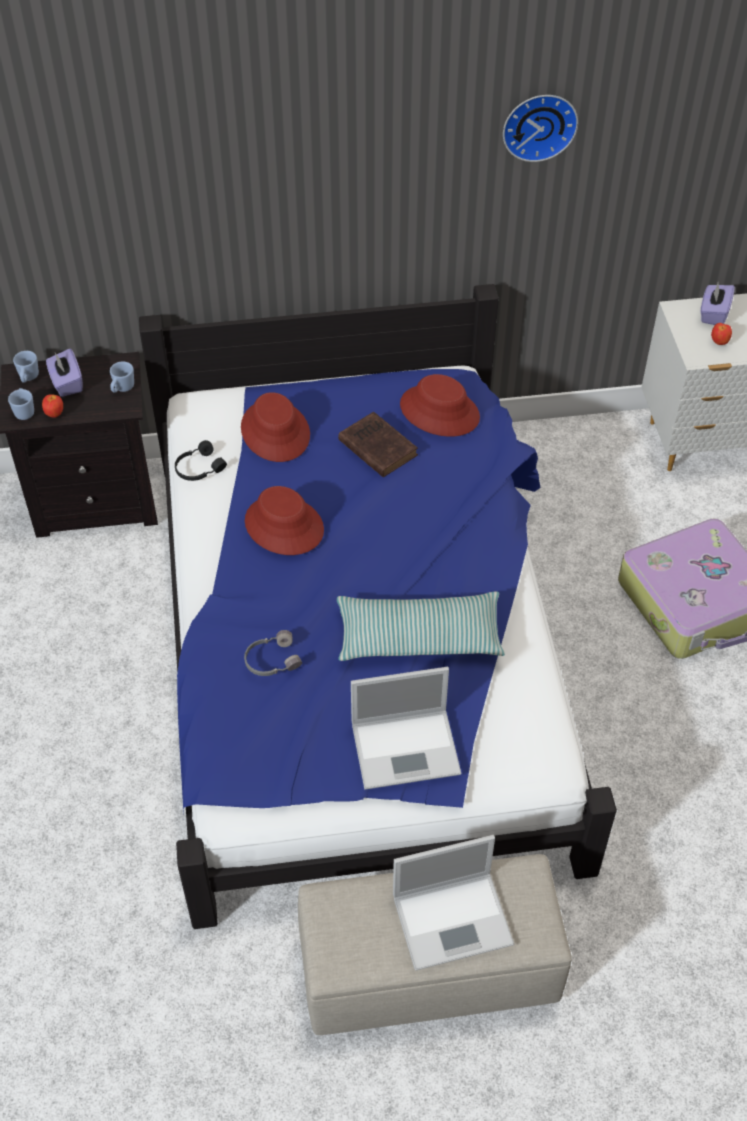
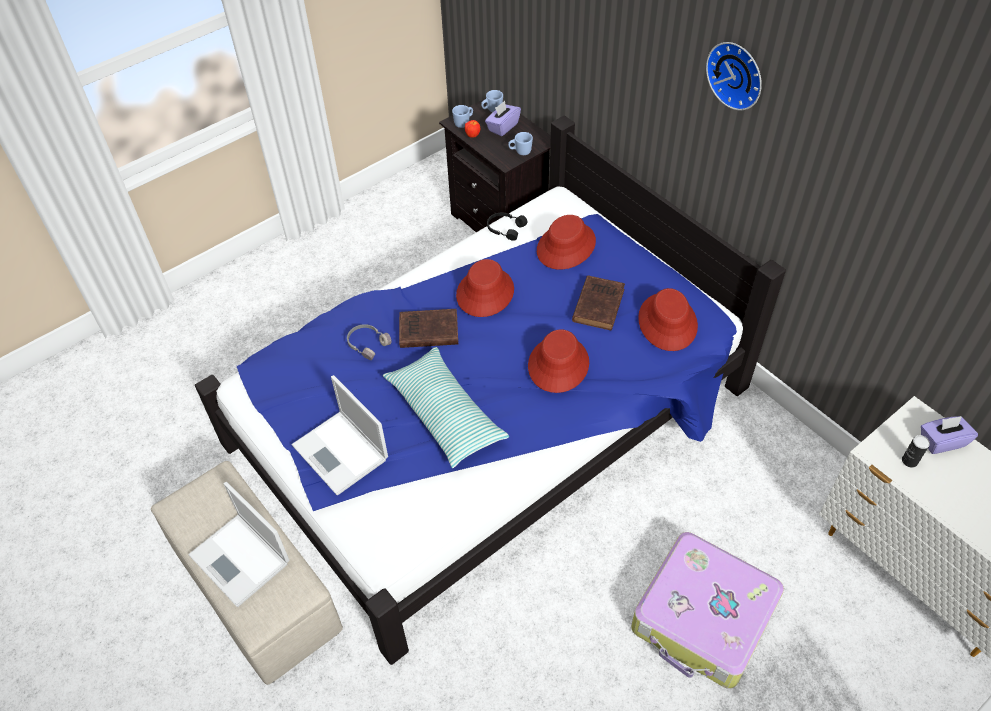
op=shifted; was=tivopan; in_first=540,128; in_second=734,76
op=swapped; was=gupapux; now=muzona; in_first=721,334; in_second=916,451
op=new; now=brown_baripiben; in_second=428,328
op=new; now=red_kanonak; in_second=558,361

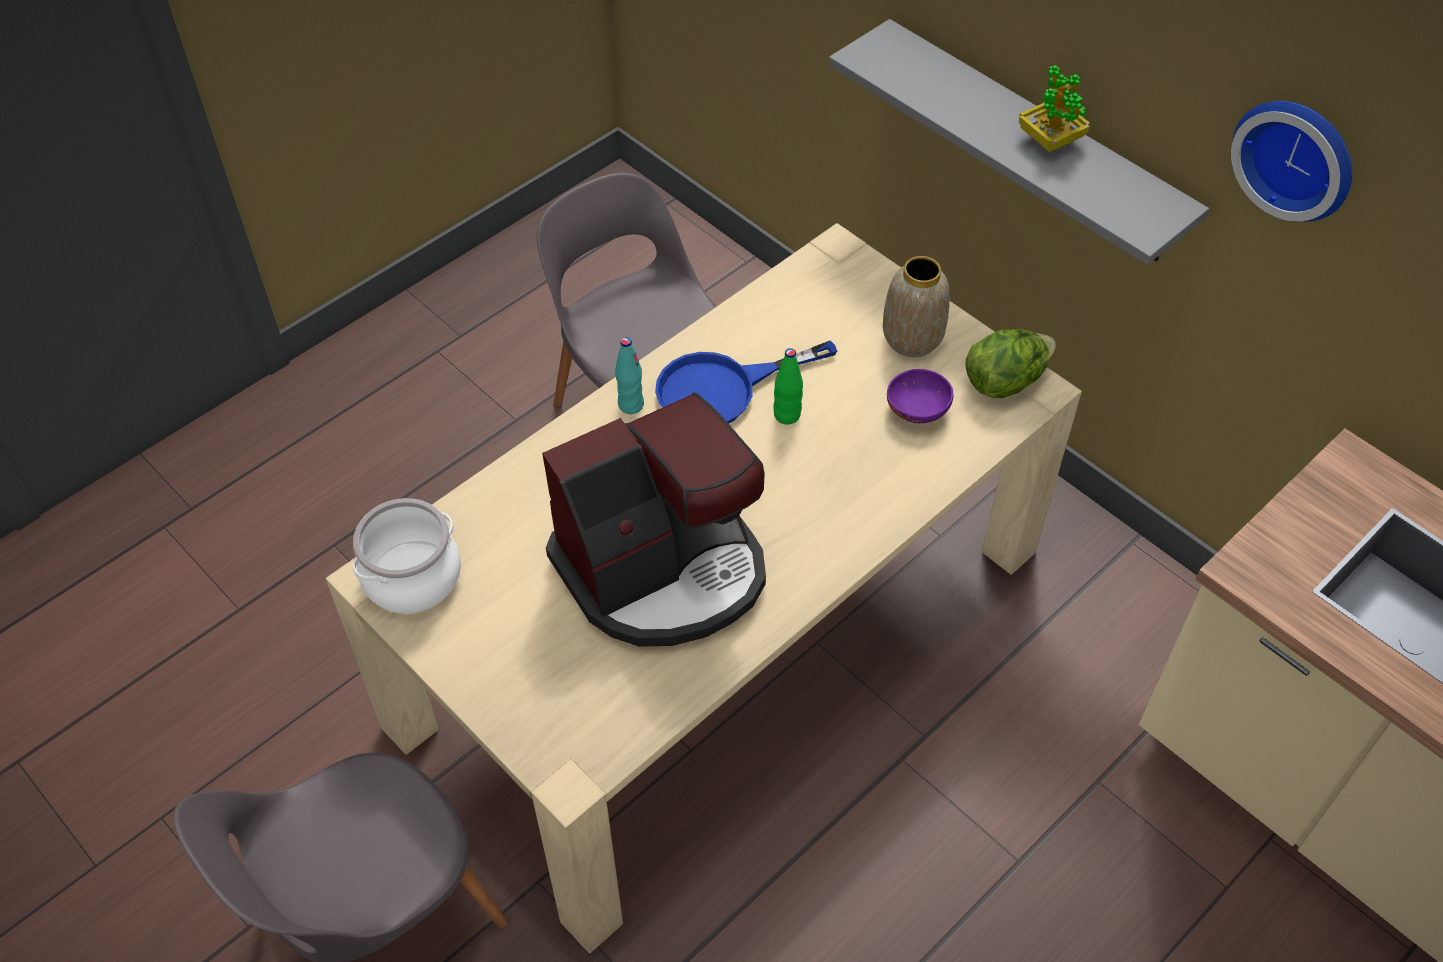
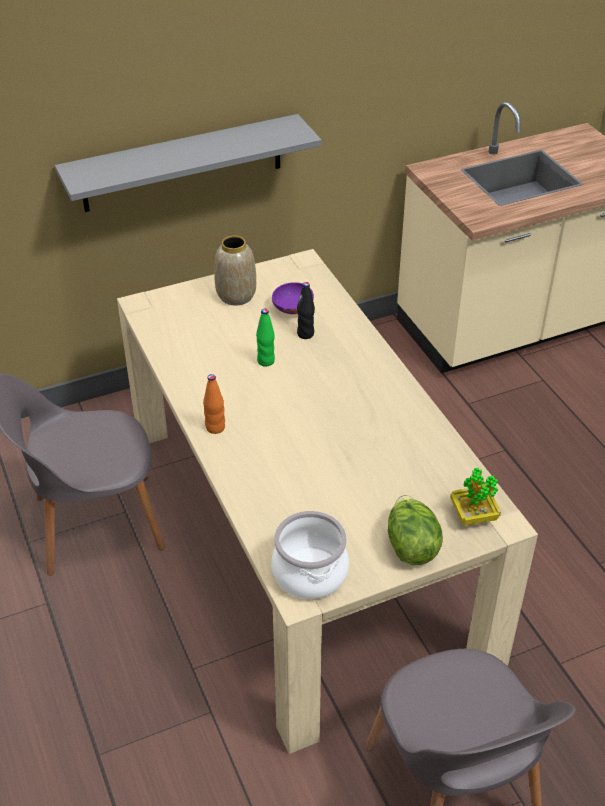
op=shifted; was=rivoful; in_first=1054,108; in_second=475,497
op=gone; was=tivopan; in_first=1291,161
op=shifted; was=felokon; in_first=1011,363; in_second=415,530
op=repainted; was=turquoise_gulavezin; now=orange_gulavezin; in_first=629,375; in_second=214,404
op=gone; was=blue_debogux; in_first=746,382
op=gone; was=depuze; in_first=654,519
op=new; now=black_gulavezin; in_second=306,310

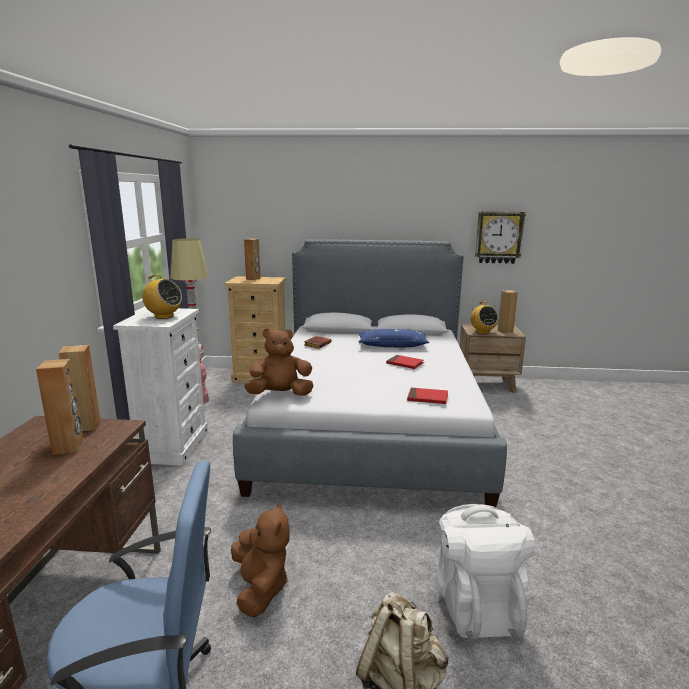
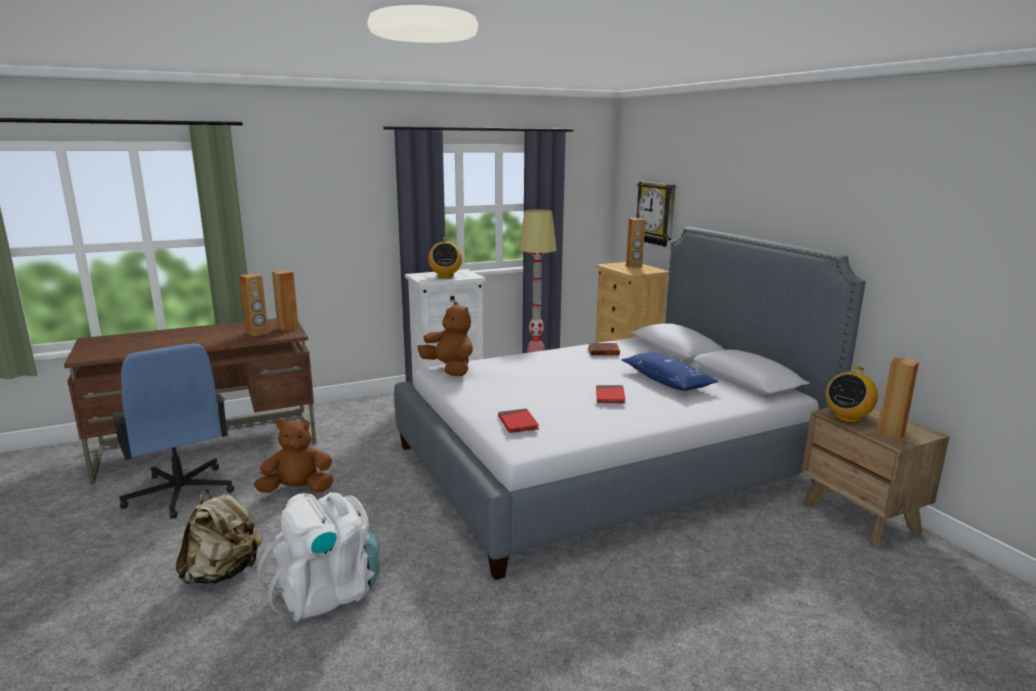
op=shifted; was=tivopan; in_first=500,237; in_second=656,214
op=rotated; was=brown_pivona; in_first=260,560; in_second=294,456; clockwise=-150

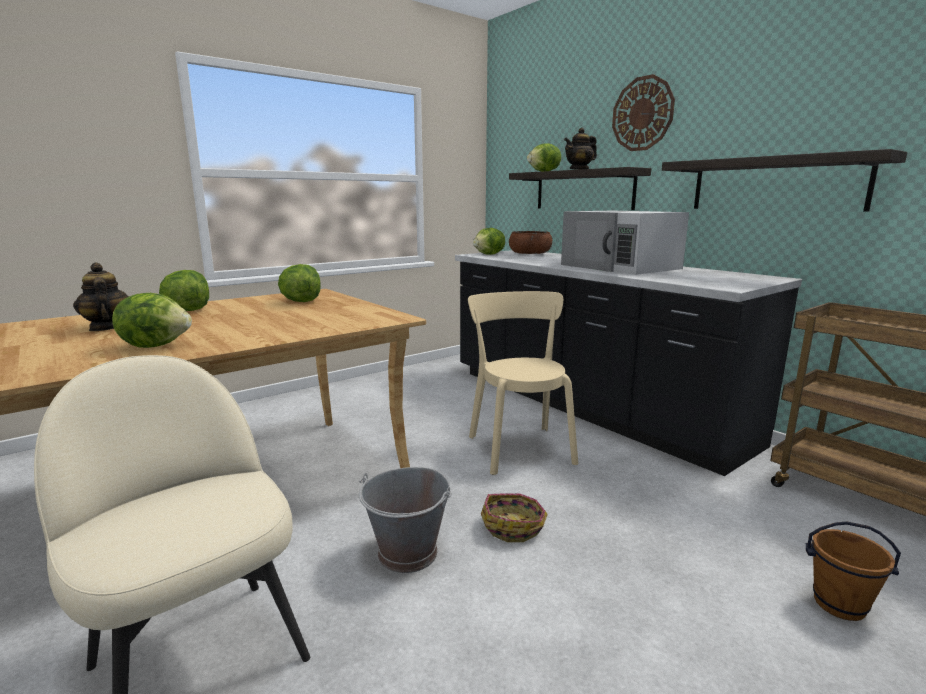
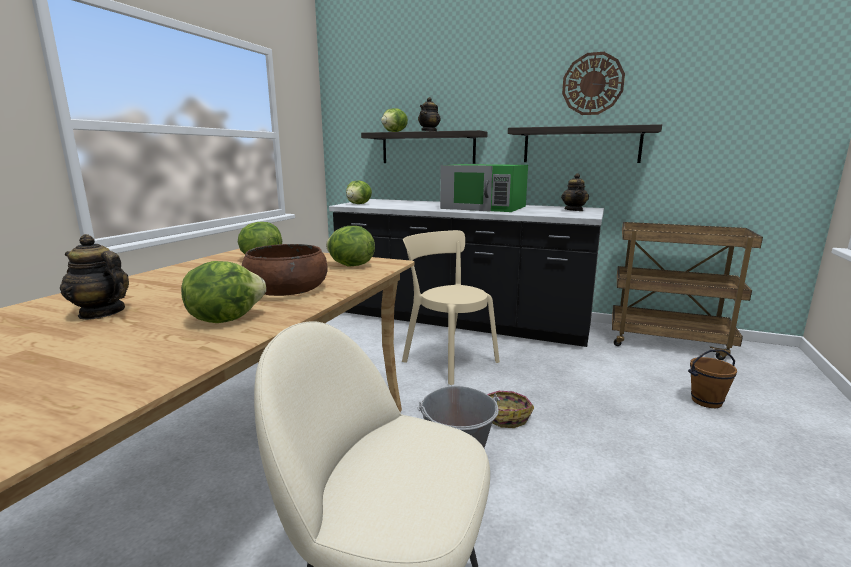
op=shifted; was=tivopan; in_first=643,112; in_second=593,83
op=repainted; was=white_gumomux; now=green_gumomux; in_first=625,243; in_second=484,188
op=shifted; was=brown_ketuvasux; in_first=530,242; in_second=285,270
op=shifted; was=felokon; in_first=184,290; in_second=350,246
op=new; now=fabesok; in_second=575,192

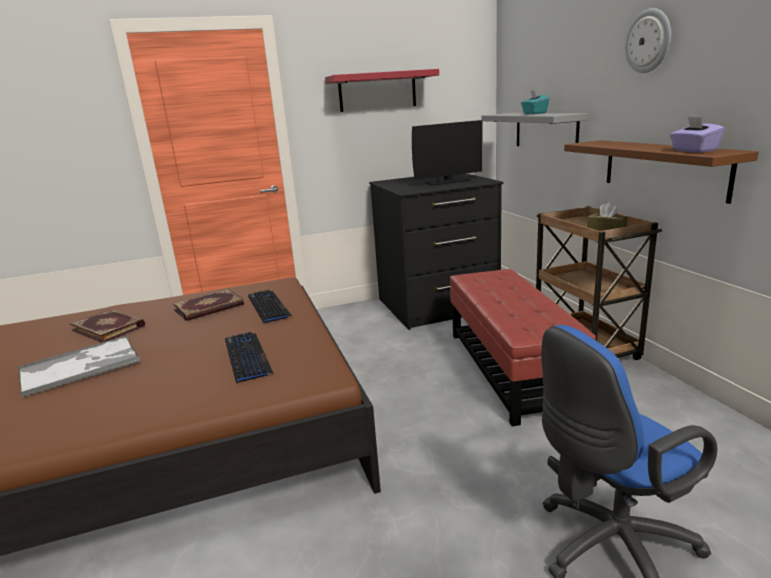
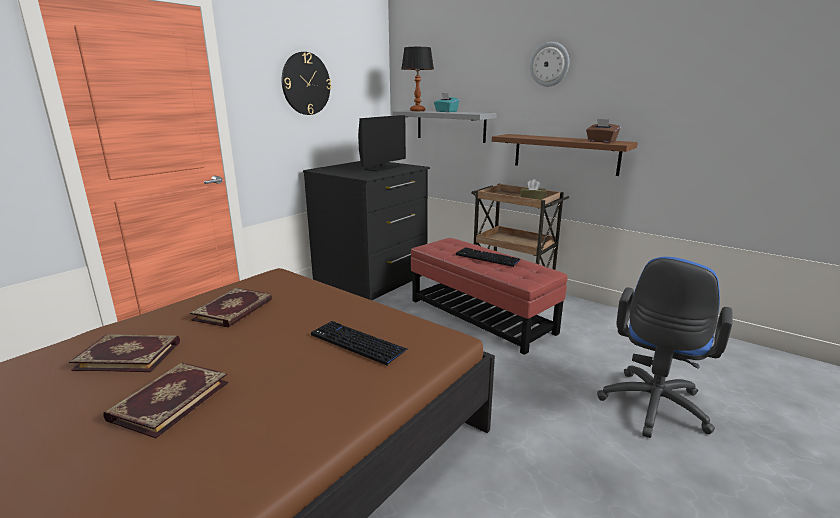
op=swapped; was=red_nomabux; now=tivopan; in_first=382,90; in_second=306,83
op=repainted; was=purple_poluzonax; now=brown_poluzonax; in_first=697,135; in_second=603,131
op=shifted; was=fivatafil; in_first=270,306; in_second=488,257
op=swapped; was=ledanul; now=baripiben; in_first=78,366; in_second=166,400
op=new; now=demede; in_second=418,79

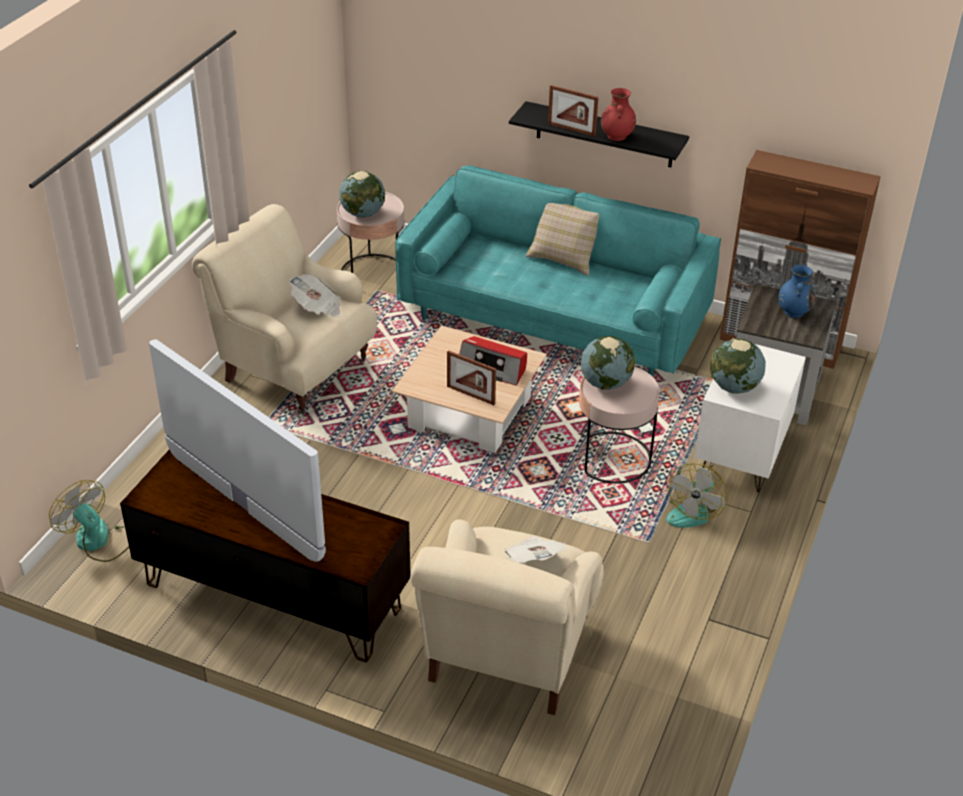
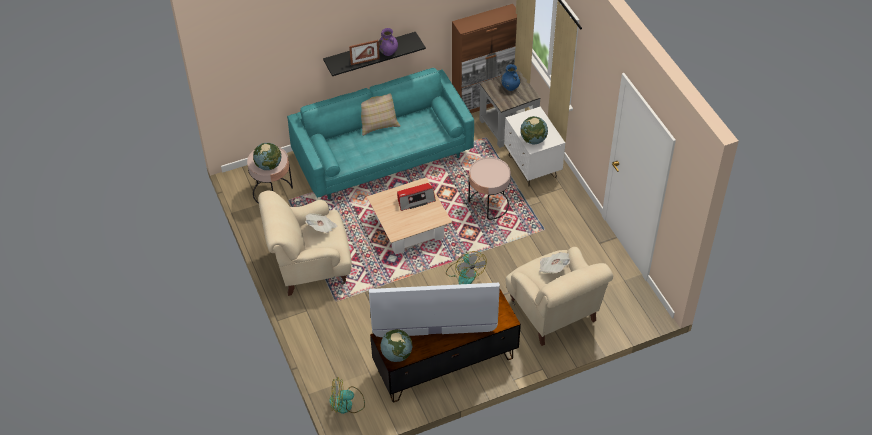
op=repainted; was=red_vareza; now=purple_vareza; in_first=618,114; in_second=388,42
op=shifted; was=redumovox; in_first=608,363; in_second=396,345
op=gone; was=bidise; in_first=471,377
op=shifted; was=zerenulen; in_first=697,495; in_second=466,267

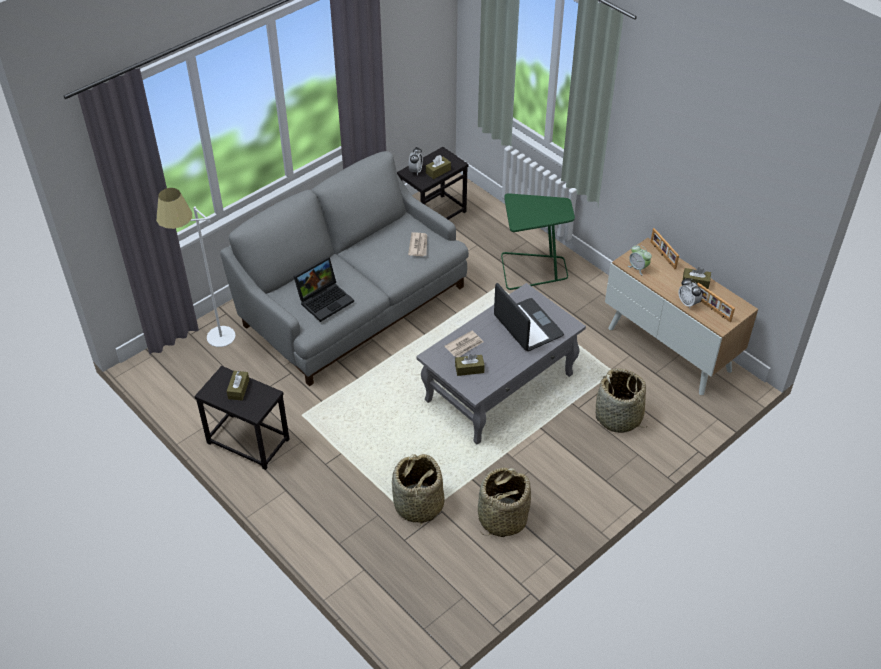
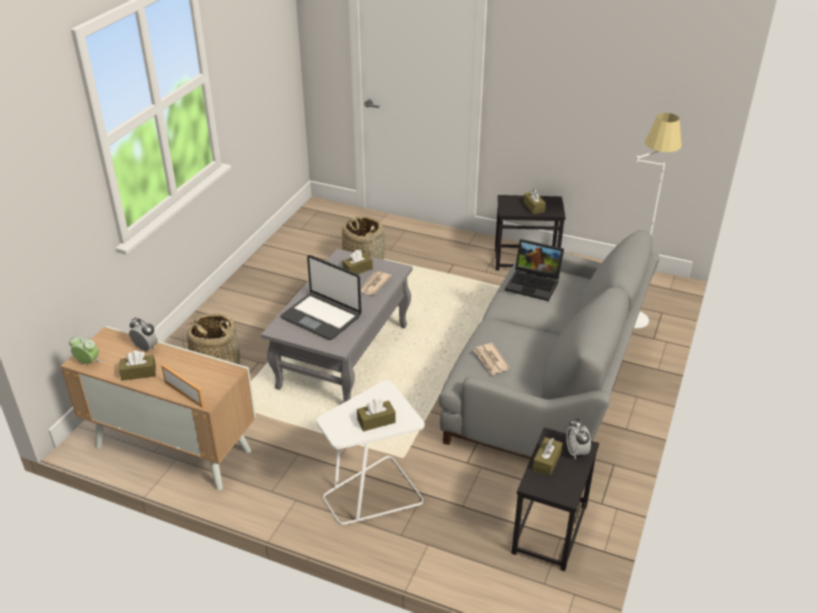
op=repainted; was=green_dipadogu; now=white_dipadogu; in_first=538,241; in_second=371,452
op=shifted; was=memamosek; in_first=640,261; in_second=85,350
op=rotated; was=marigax; in_first=323,289; in_second=534,270; clockwise=-90
op=gone; was=bidise; in_first=716,302
op=gone; was=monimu; in_first=504,502
op=new; now=brown_poluzonax; in_second=376,415

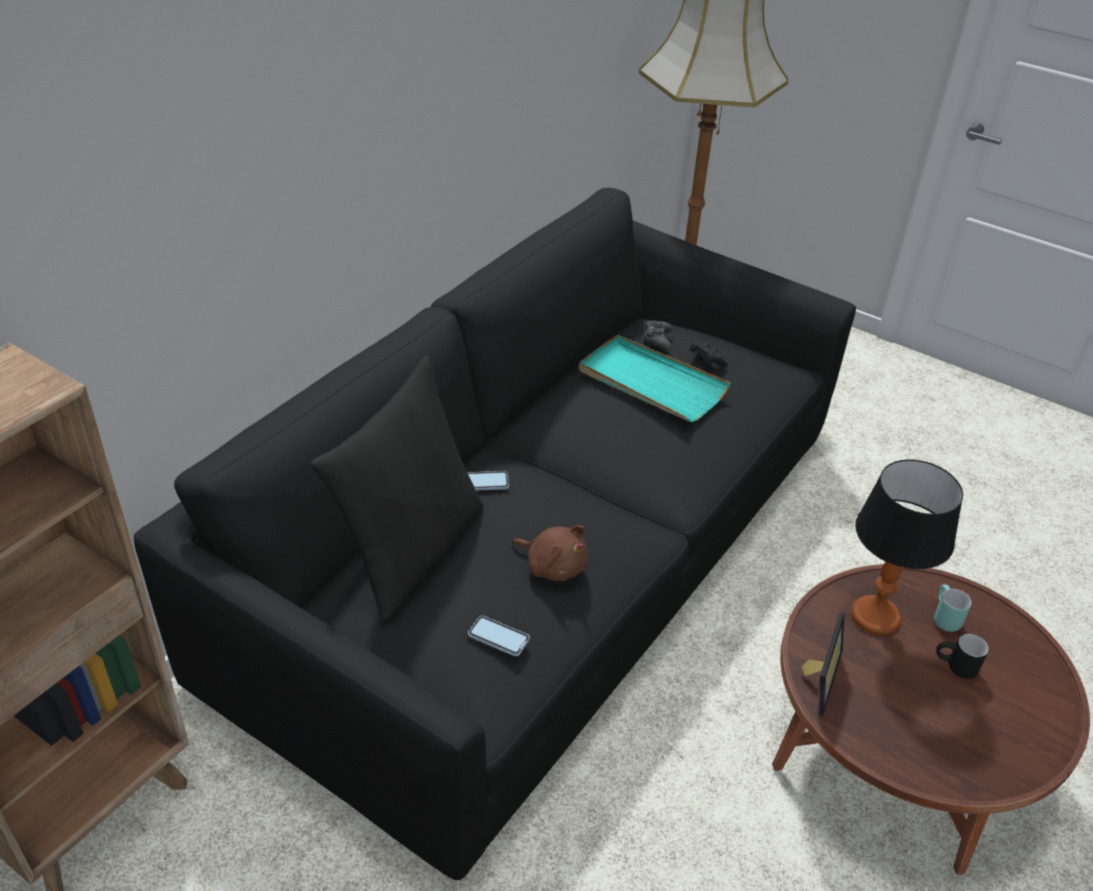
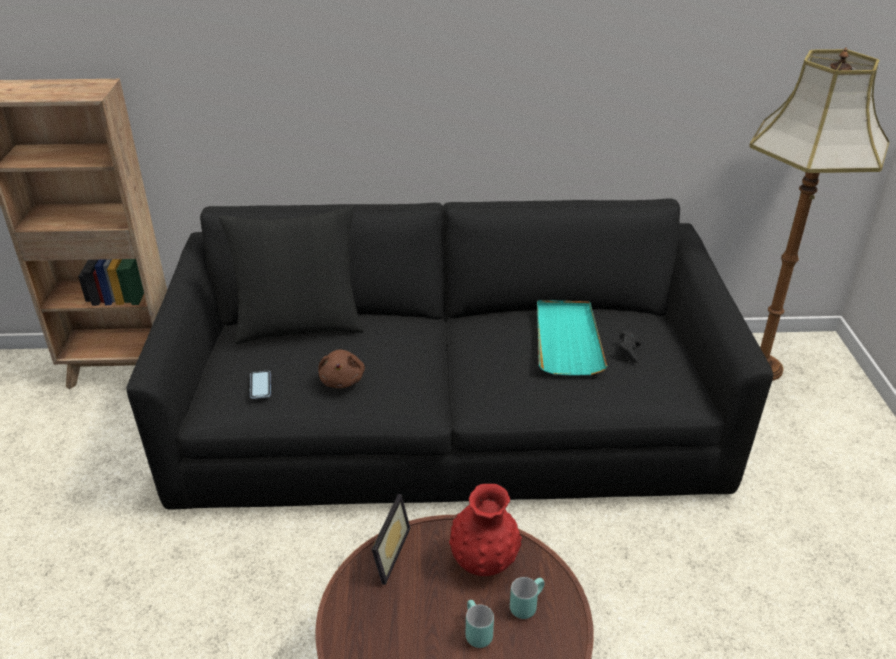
op=gone; was=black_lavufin; in_first=657,335
op=swapped; was=demede; now=red_vareza; in_first=907,547; in_second=485,530
op=gone; was=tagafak; in_first=488,481
op=rotated; was=bidise; in_first=823,664; in_second=391,539; clockwise=-60
op=repainted; was=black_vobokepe; now=turquoise_vobokepe; in_first=963,656; in_second=480,624

